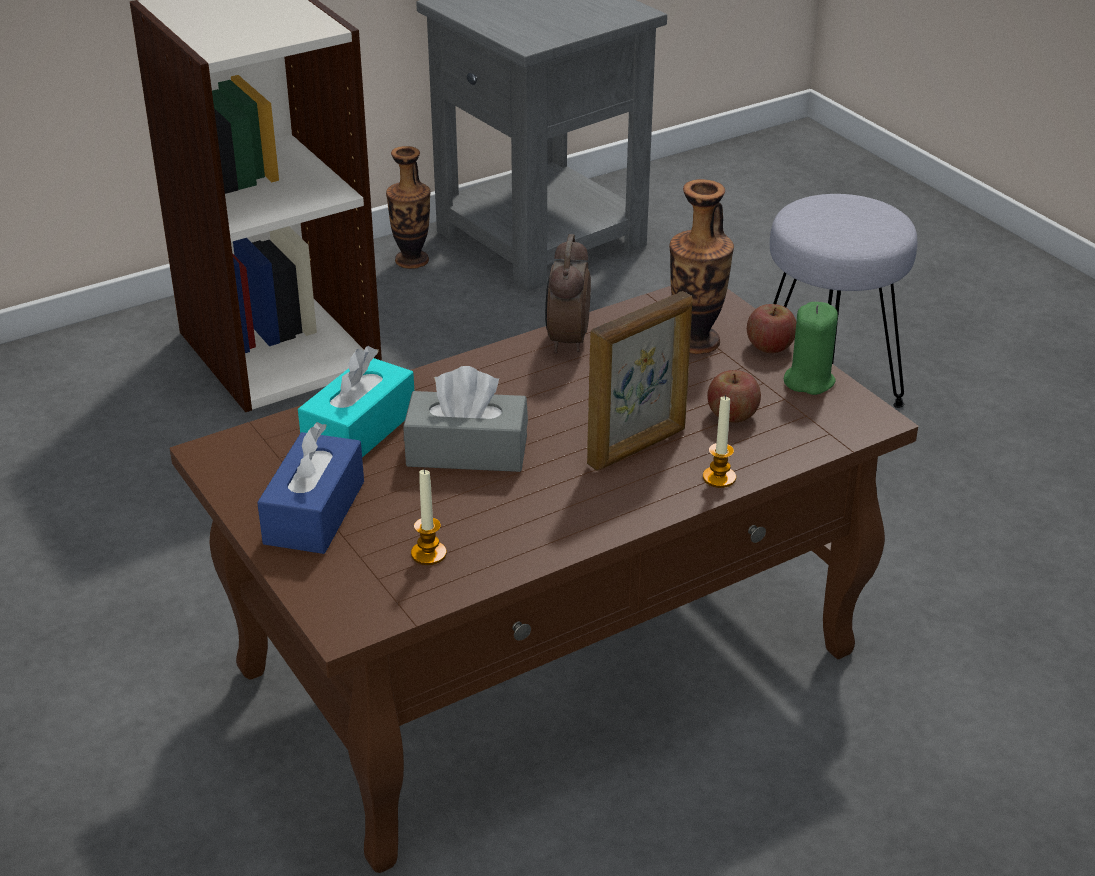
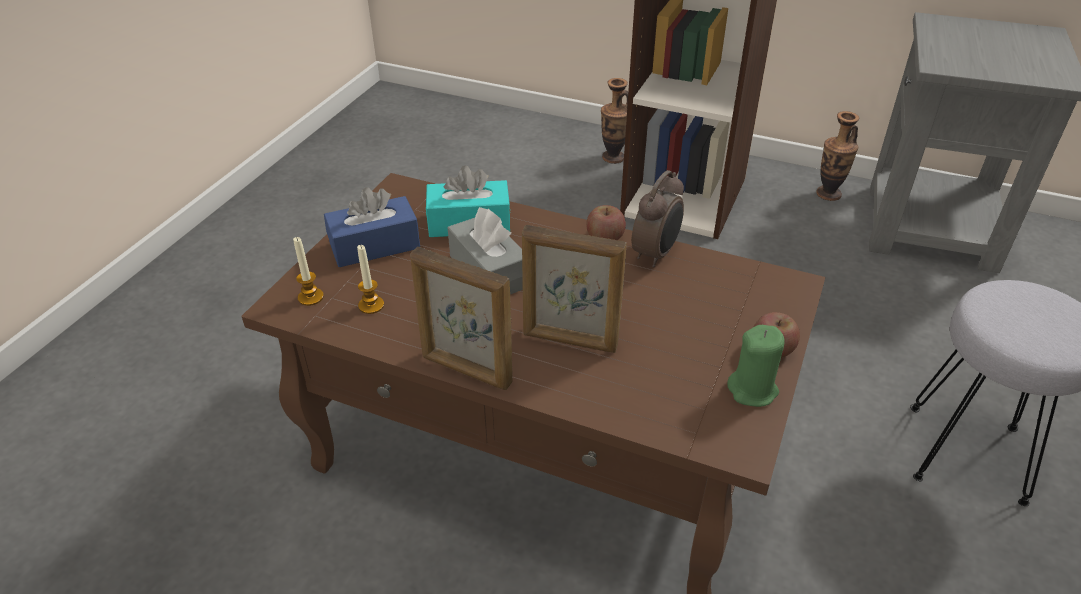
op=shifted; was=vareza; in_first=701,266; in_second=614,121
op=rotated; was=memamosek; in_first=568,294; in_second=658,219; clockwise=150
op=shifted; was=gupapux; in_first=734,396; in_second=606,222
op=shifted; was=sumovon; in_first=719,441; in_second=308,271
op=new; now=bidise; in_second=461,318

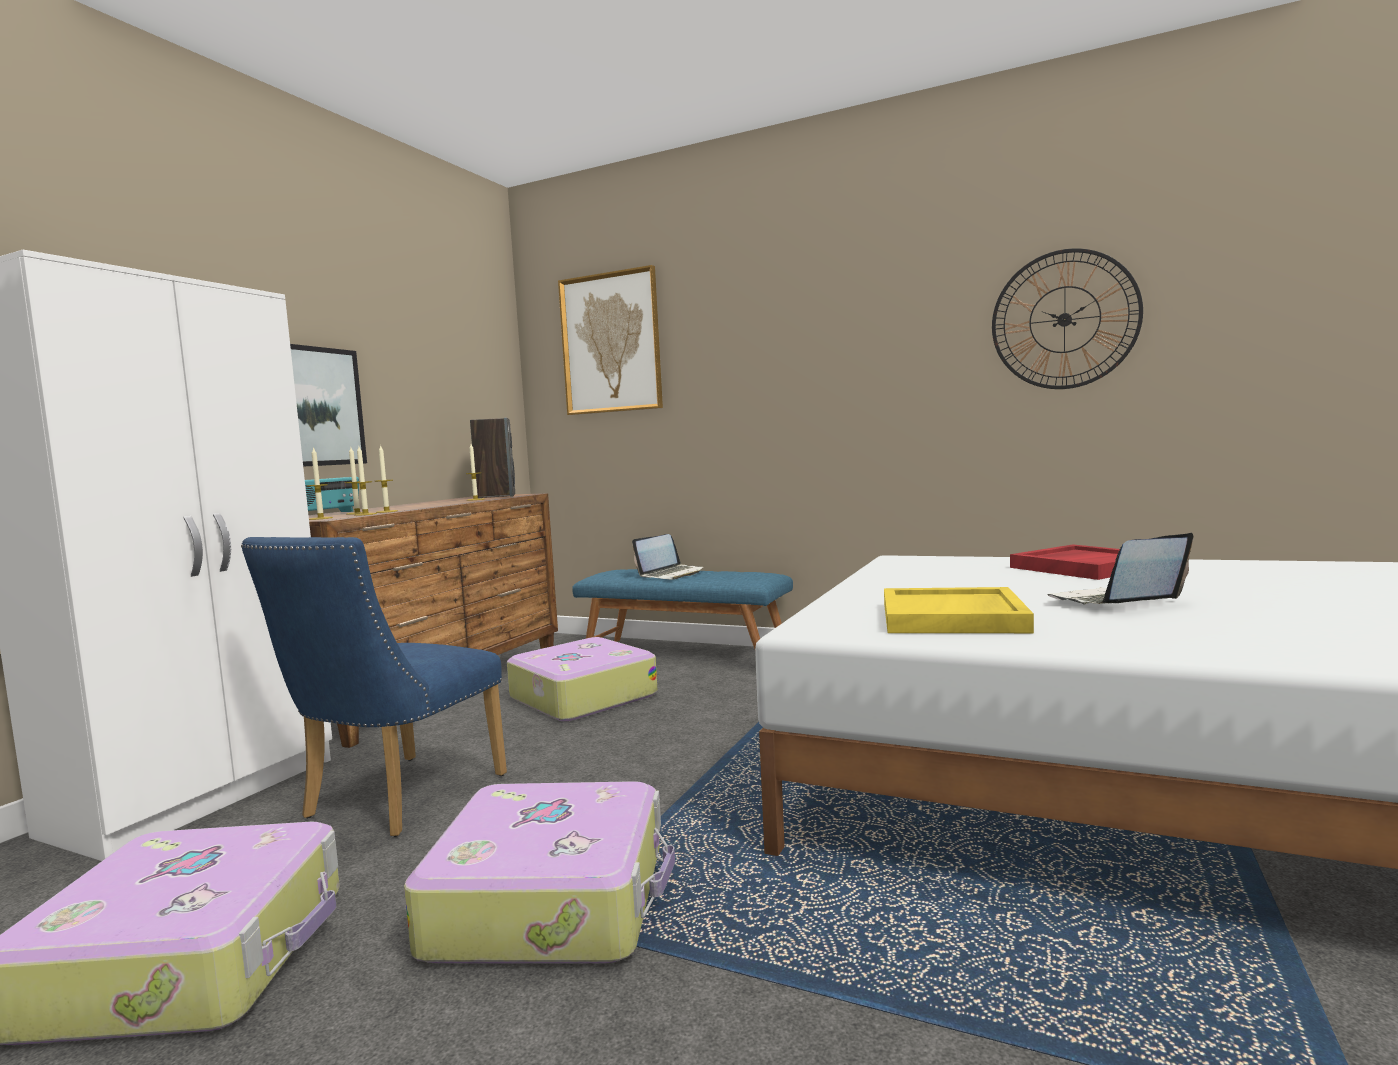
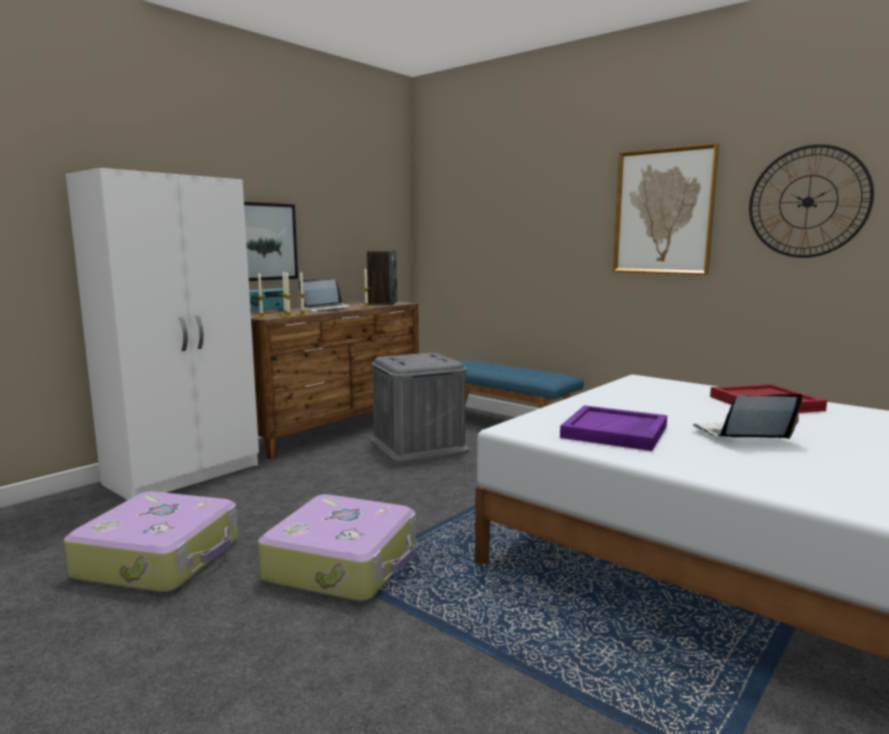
op=shifted; was=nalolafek; in_first=610,340; in_second=666,209
op=shifted; was=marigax; in_first=668,557; in_second=325,295
op=gone; was=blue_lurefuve; in_first=374,687
op=repainted; was=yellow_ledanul; now=purple_ledanul; in_first=959,610; in_second=613,428
op=swapped; was=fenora; now=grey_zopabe; in_first=582,679; in_second=420,408

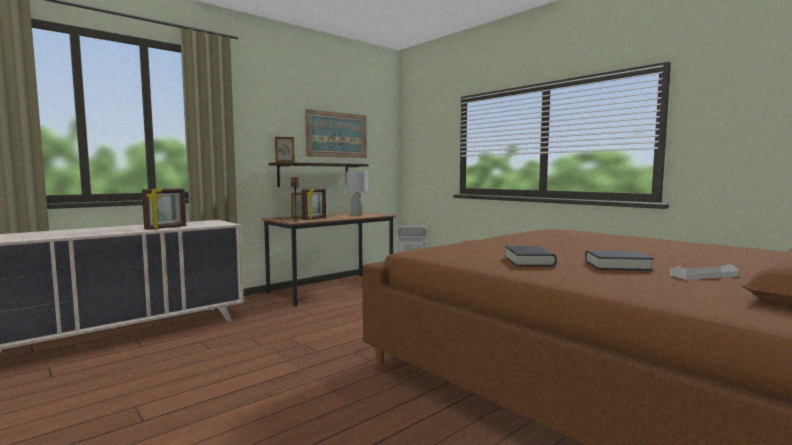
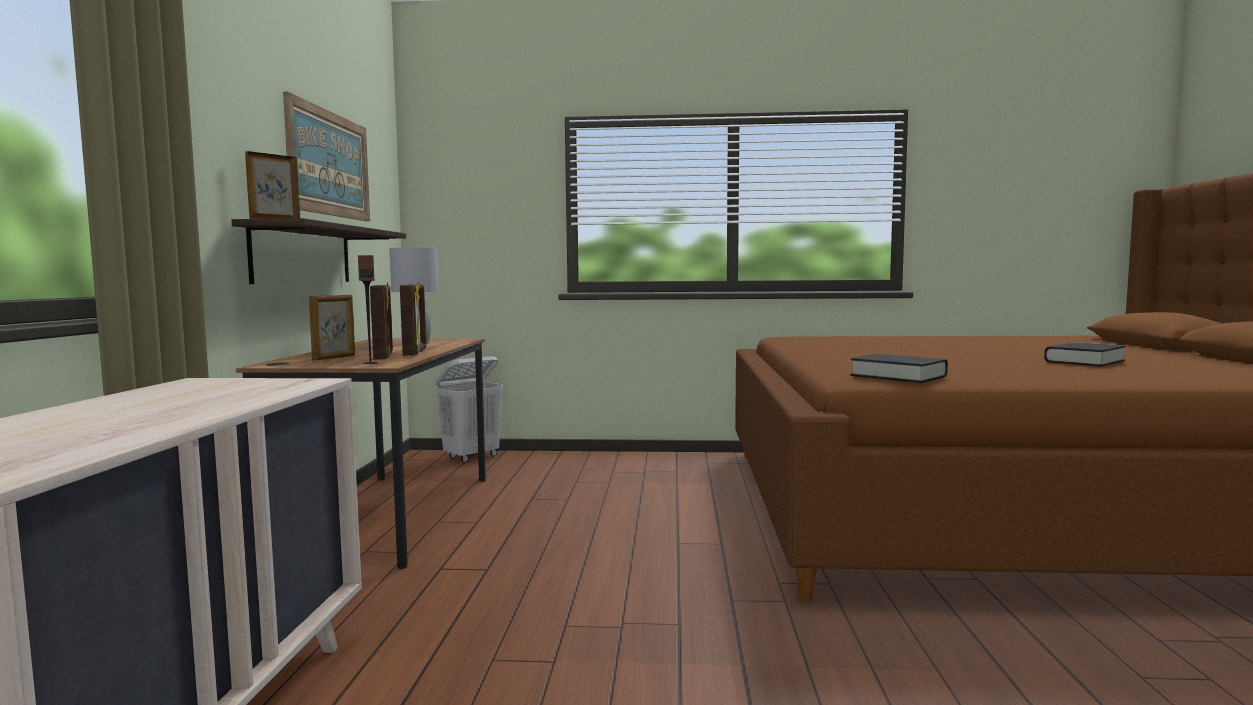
op=shifted; was=bidise; in_first=164,208; in_second=413,319
op=shifted; was=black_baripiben; in_first=531,256; in_second=899,368
op=gone; was=white_ledanul; in_first=704,272

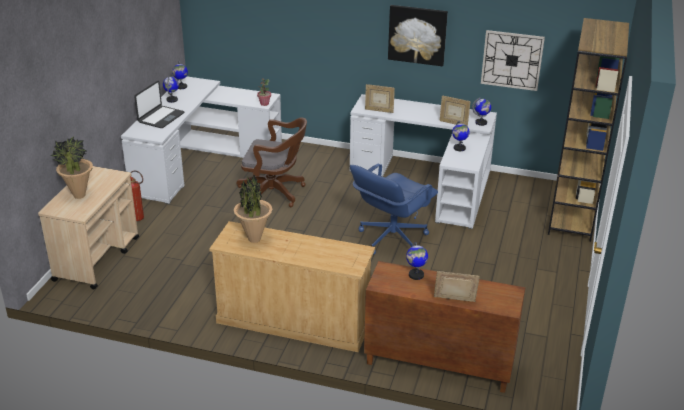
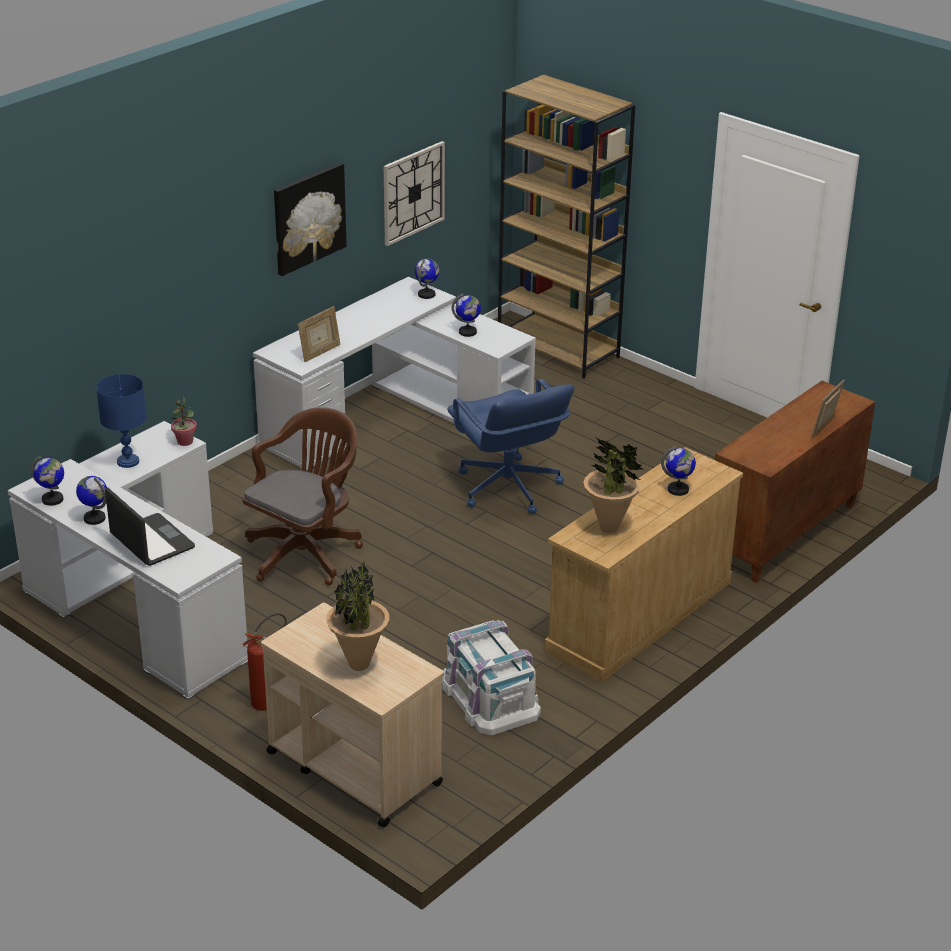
op=gone; was=bidise; in_first=455,111
op=shifted; was=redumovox; in_first=417,261; in_second=678,471
op=new; now=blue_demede; in_second=121,421
op=new; now=white_zopabe; in_second=491,677

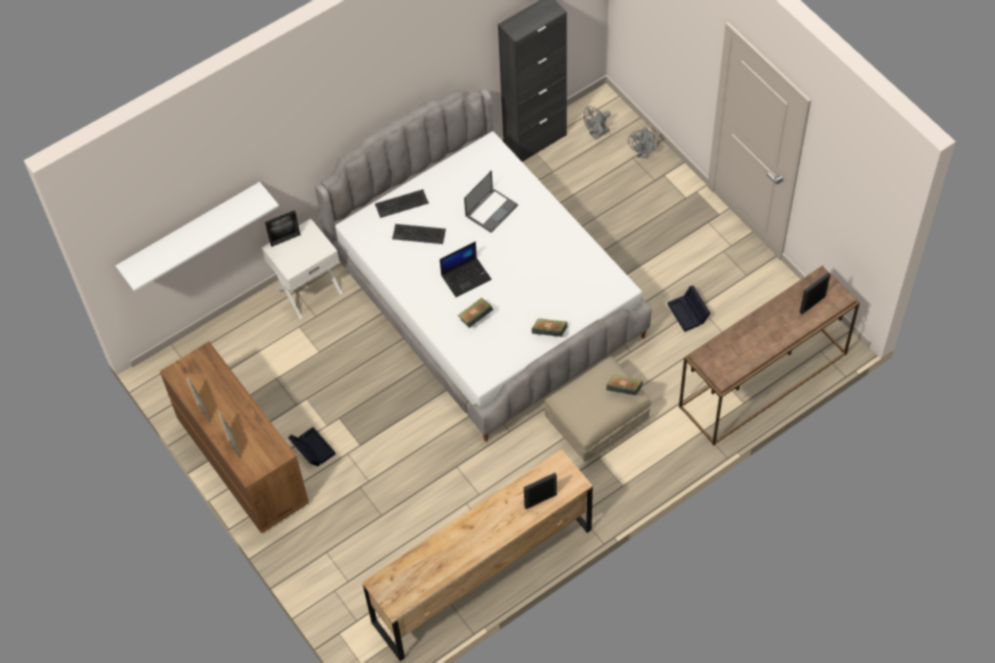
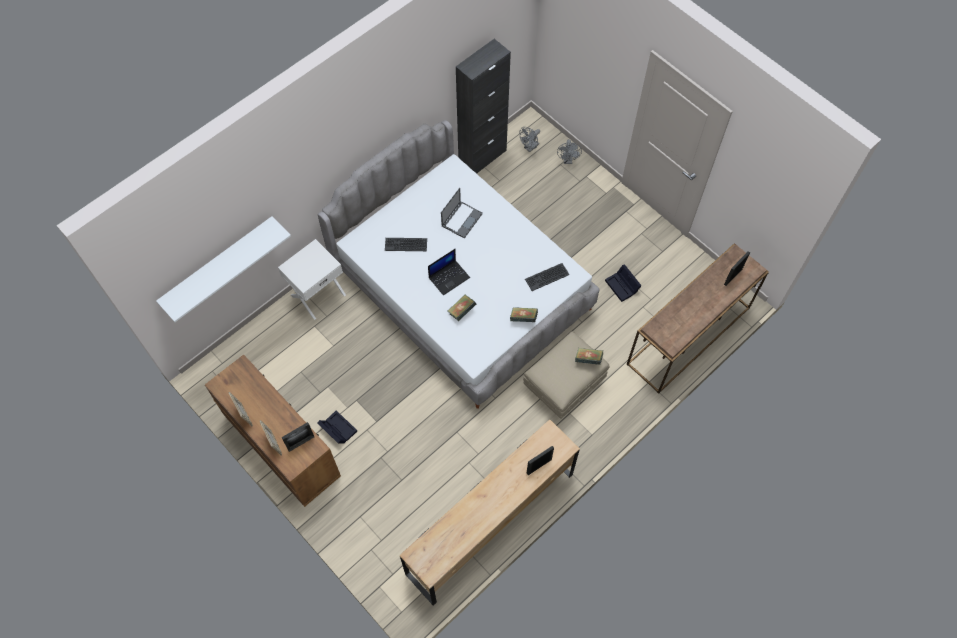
op=shifted; was=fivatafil; in_first=402,203; in_second=547,277
op=shifted; was=bidise; in_first=282,228; in_second=297,437

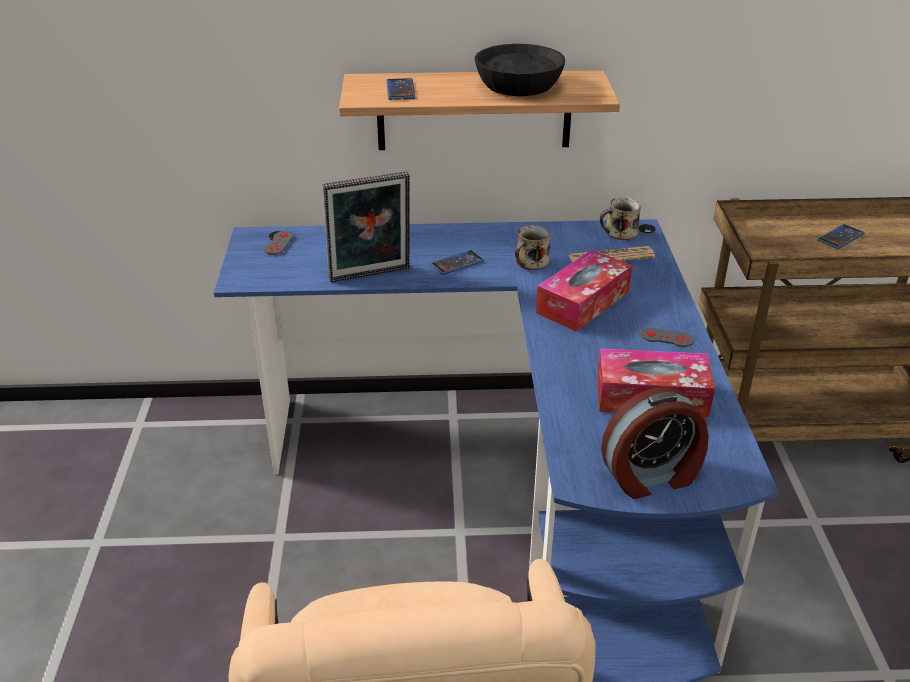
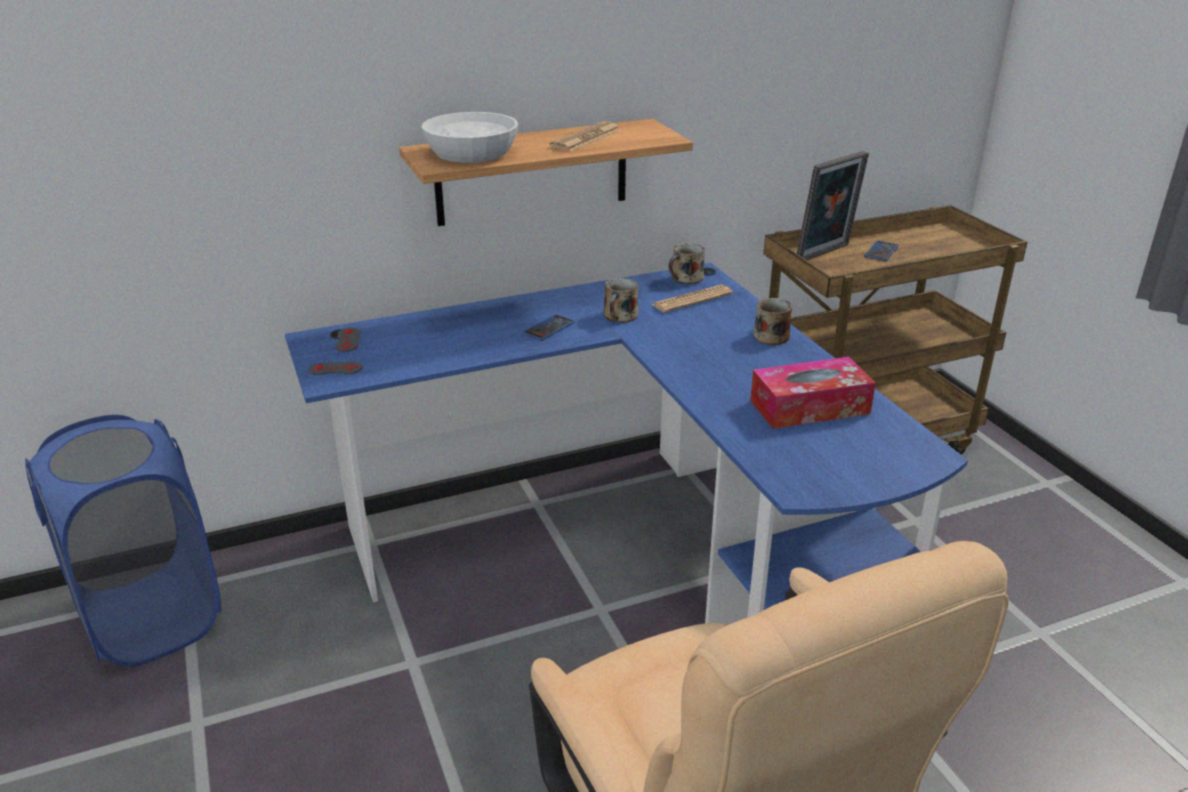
op=swapped; was=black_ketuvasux; now=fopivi; in_first=520,70; in_second=585,136
op=swapped; was=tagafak; now=white_ketuvasux; in_first=401,89; in_second=470,137
op=shifted; was=bidise; in_first=366,226; in_second=833,205
op=gone; was=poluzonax; in_first=584,291
op=shifted; was=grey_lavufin; in_first=667,337; in_second=335,368
op=gone; was=memamosek; in_first=655,443
op=new; now=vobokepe; in_second=772,321
op=new; now=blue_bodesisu; in_second=123,541

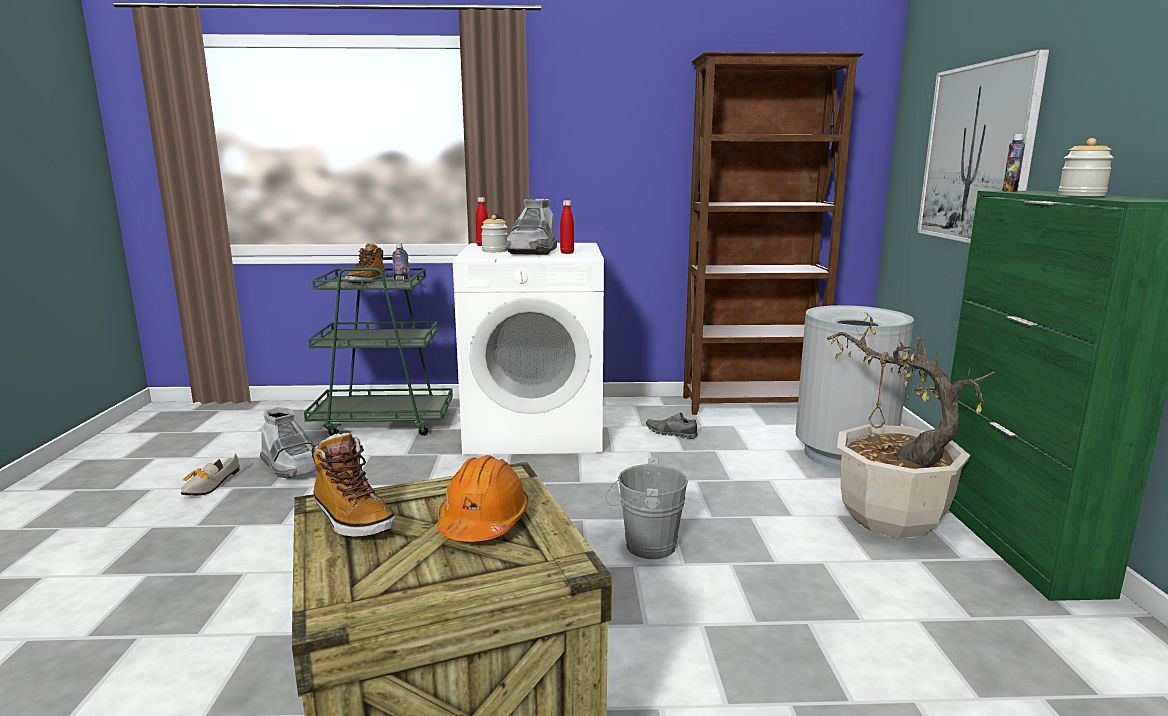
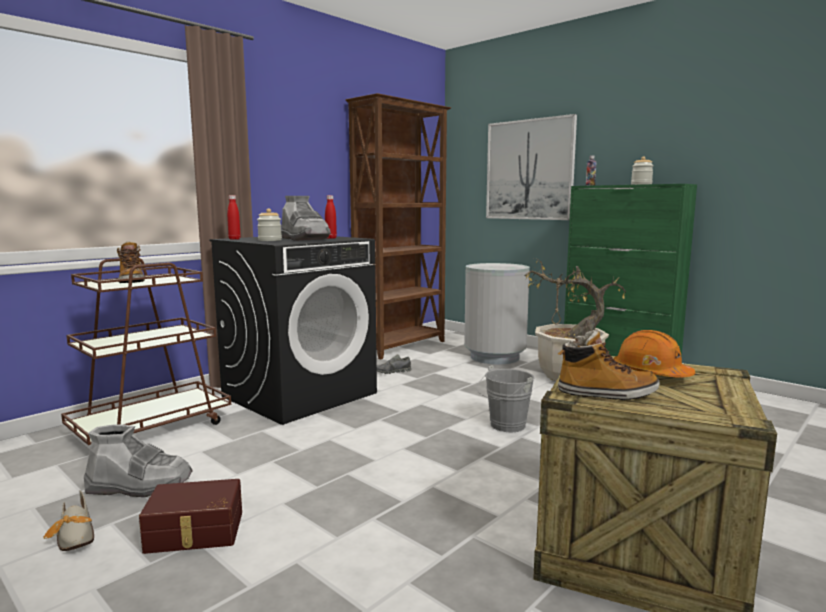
op=gone; was=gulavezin; in_first=401,263
op=repainted; was=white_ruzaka; now=black_ruzaka; in_first=528,349; in_second=293,330
op=repainted; was=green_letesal; now=brown_letesal; in_first=378,346; in_second=146,351
op=new; now=brown_zopabe; in_second=190,516

